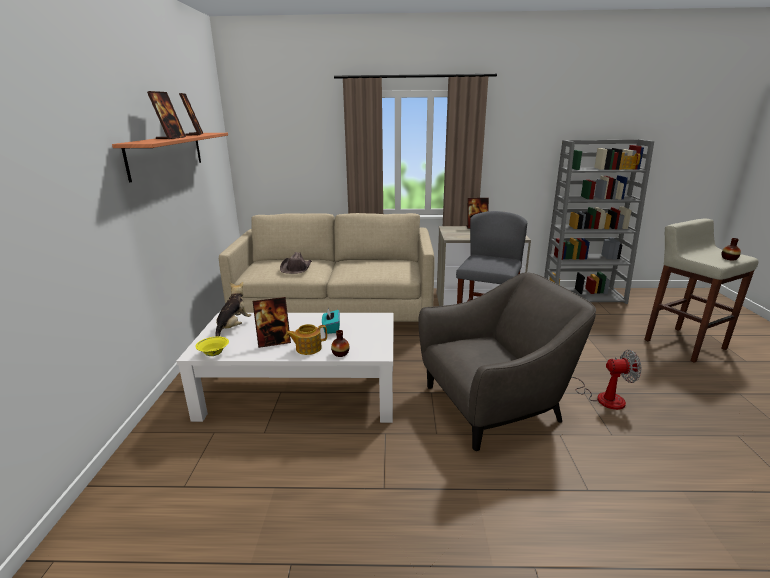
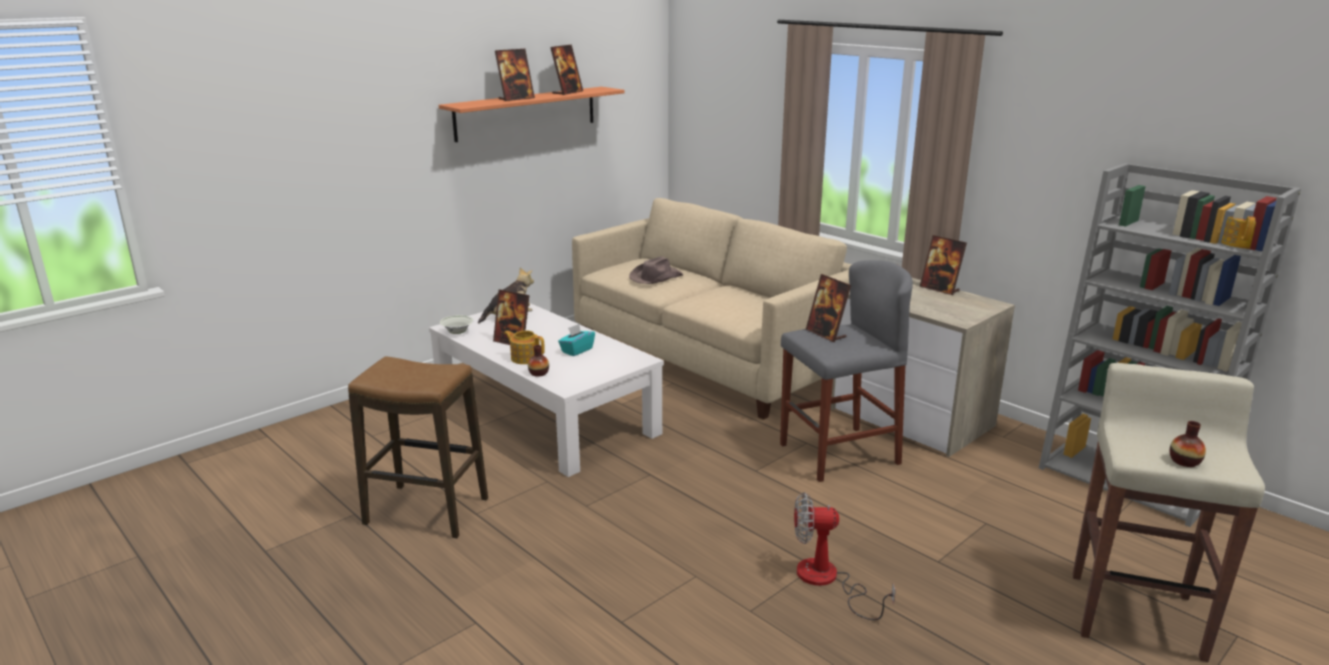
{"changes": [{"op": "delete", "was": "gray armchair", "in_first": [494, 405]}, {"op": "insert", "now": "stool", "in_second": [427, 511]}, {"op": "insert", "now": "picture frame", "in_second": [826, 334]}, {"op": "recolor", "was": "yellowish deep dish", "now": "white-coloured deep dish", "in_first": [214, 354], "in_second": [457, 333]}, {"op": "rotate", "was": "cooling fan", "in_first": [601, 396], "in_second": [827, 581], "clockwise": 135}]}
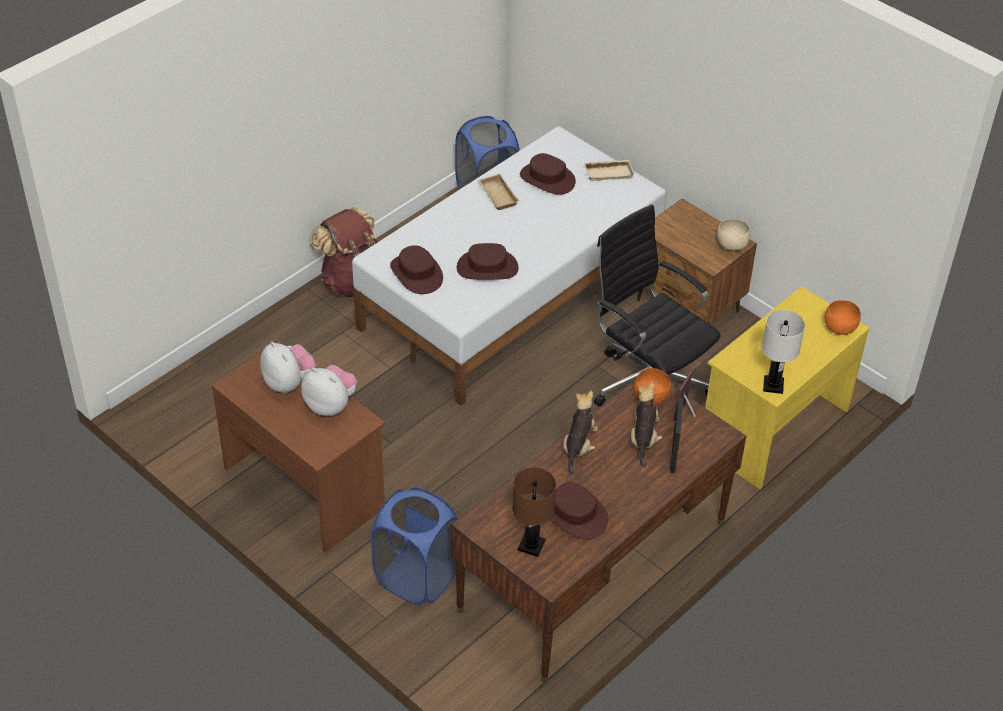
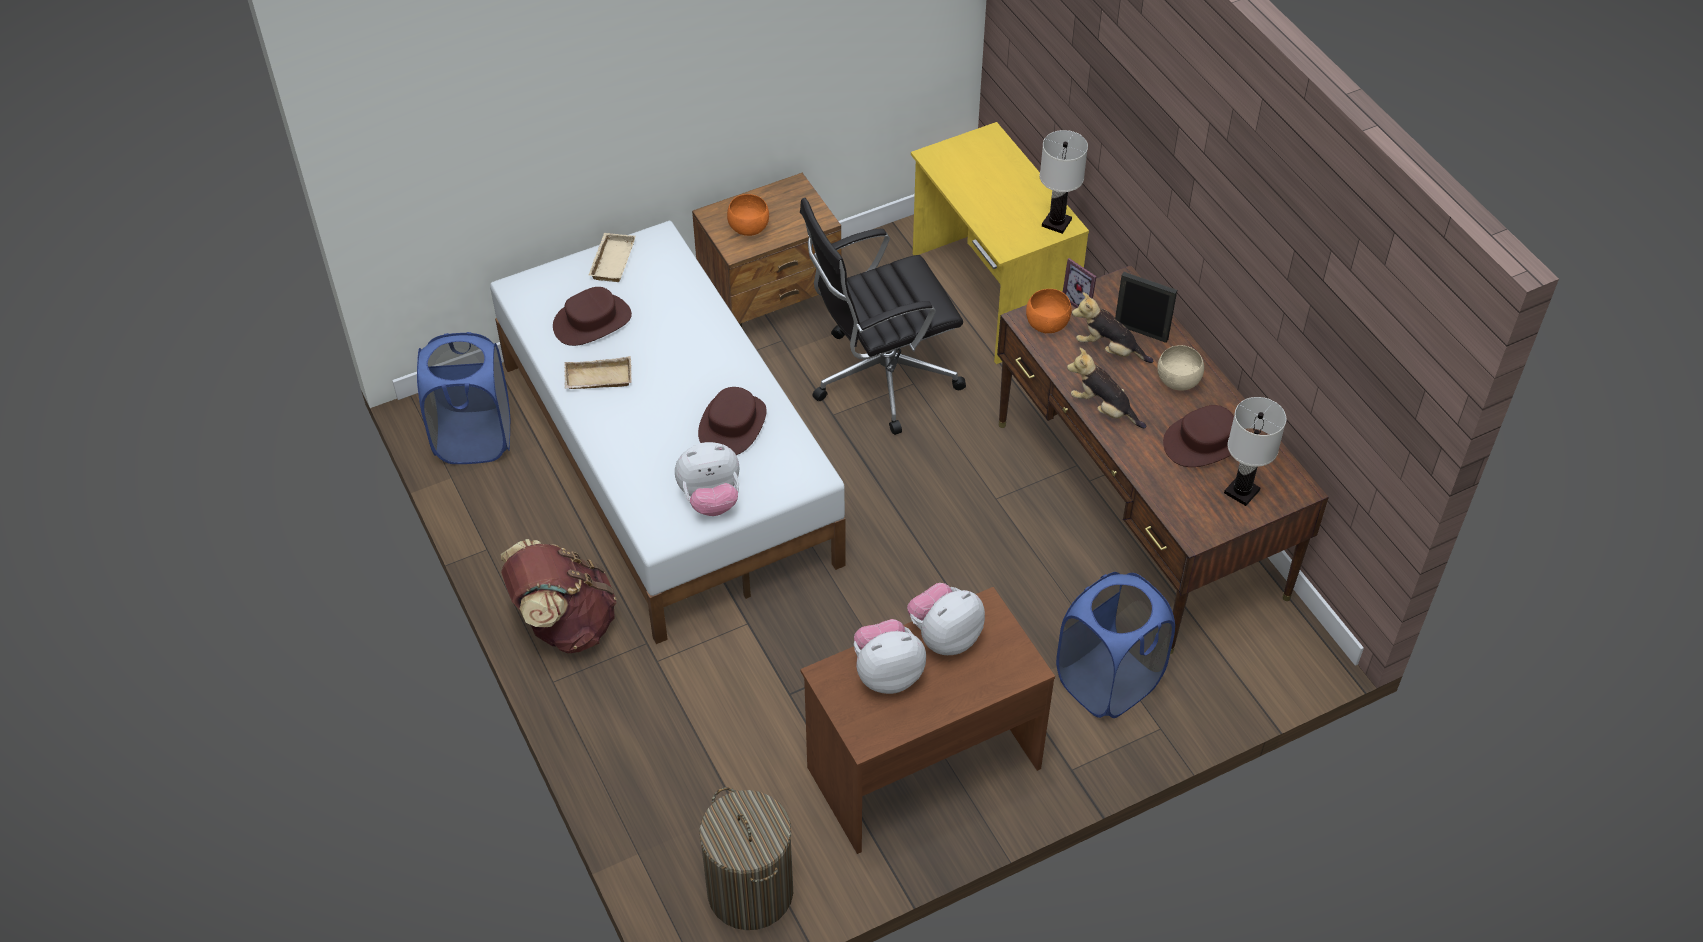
{"changes": [{"op": "insert", "now": "hamper", "in_second": [750, 891]}, {"op": "move", "was": "sand-coloured deep dish", "in_first": [731, 245], "in_second": [1177, 382]}, {"op": "move", "was": "orange deep dish", "in_first": [840, 328], "in_second": [748, 228]}, {"op": "replace", "was": "brown-coloured wearable hat", "now": "soft toy", "in_first": [417, 273], "in_second": [711, 499]}, {"op": "recolor", "was": "brown-coloured table lamp", "now": "white-coloured table lamp", "in_first": [531, 546], "in_second": [1242, 491]}]}
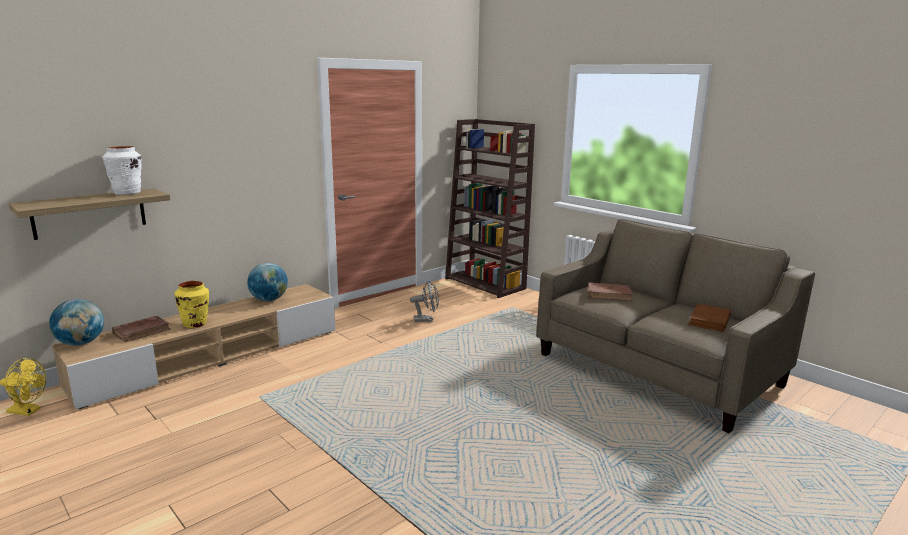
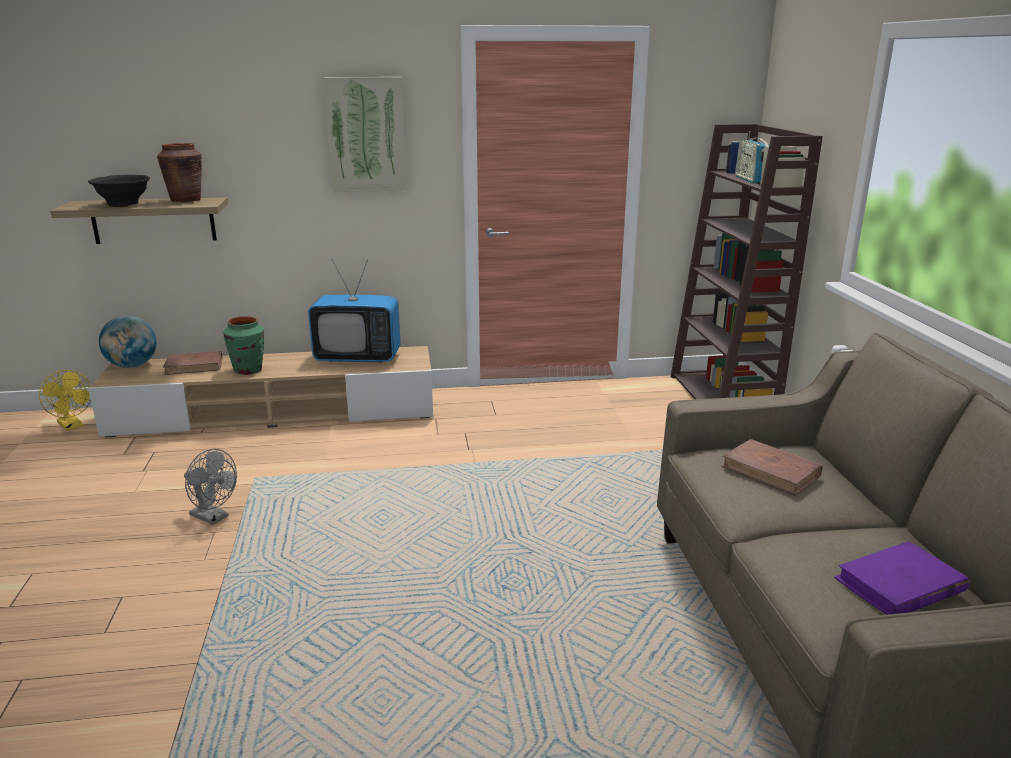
{"changes": [{"op": "insert", "now": "black deep dish", "in_second": [124, 204]}, {"op": "insert", "now": "wall art", "in_second": [366, 135]}, {"op": "insert", "now": "radio receiver", "in_second": [750, 179]}, {"op": "move", "was": "gray cooling fan", "in_first": [426, 320], "in_second": [214, 517]}, {"op": "replace", "was": "globe", "now": "TV set", "in_first": [269, 300], "in_second": [358, 358]}, {"op": "recolor", "was": "white-coloured decorative vase", "now": "brown-coloured decorative vase", "in_first": [127, 193], "in_second": [186, 200]}, {"op": "recolor", "was": "yellowish decorative vase", "now": "green decorative vase", "in_first": [195, 324], "in_second": [248, 370]}, {"op": "recolor", "was": "brown-coloured book", "now": "purple-coloured book", "in_first": [709, 321], "in_second": [899, 585]}]}
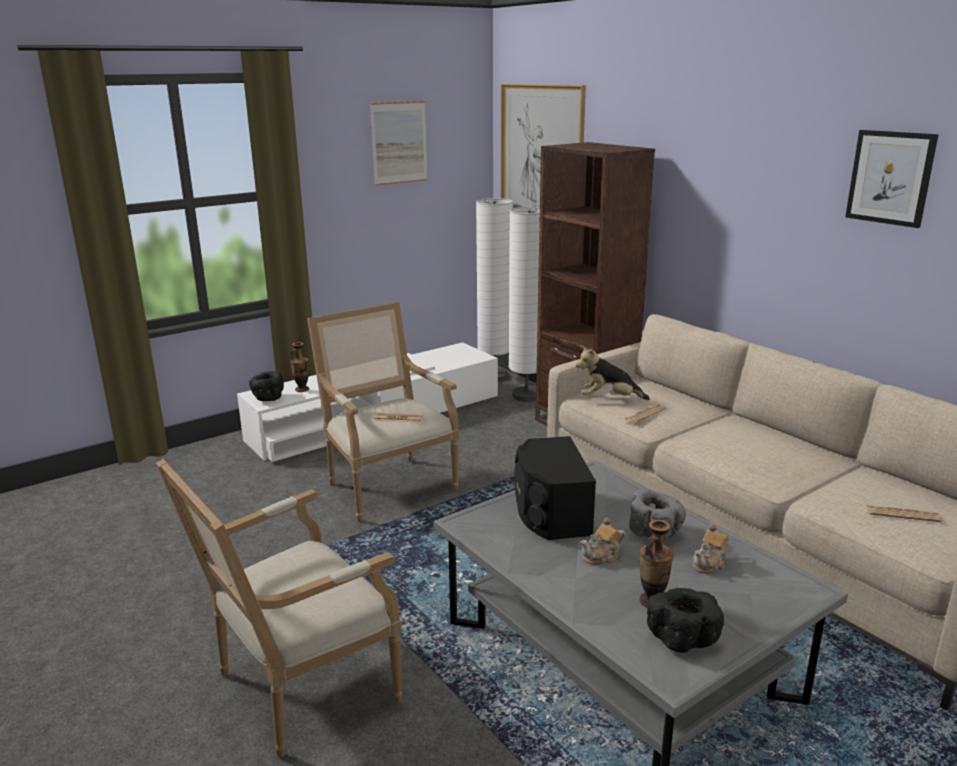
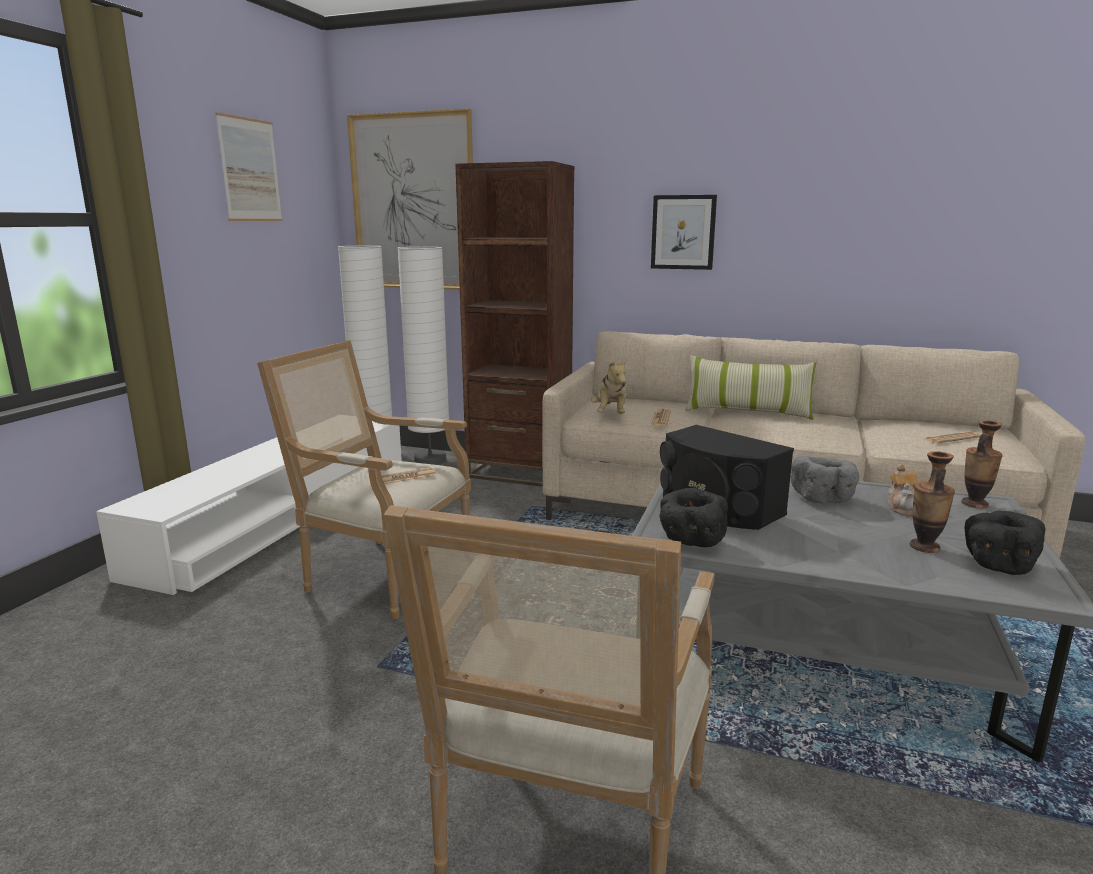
{"changes": [{"op": "delete", "was": "pot for tea", "in_first": [602, 556]}, {"op": "insert", "now": "cushion", "in_second": [747, 412]}, {"op": "move", "was": "black deep dish", "in_first": [267, 398], "in_second": [691, 541]}, {"op": "move", "was": "decorative vase", "in_first": [302, 389], "in_second": [974, 504]}, {"op": "move", "was": "wall art", "in_first": [890, 177], "in_second": [683, 232]}, {"op": "rotate", "was": "soft toy", "in_first": [609, 399], "in_second": [611, 414], "clockwise": -60}]}
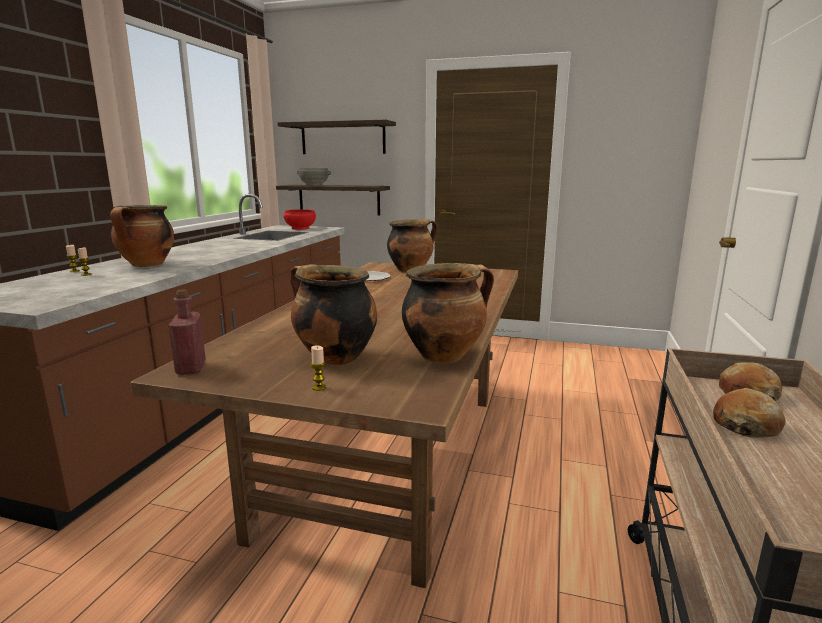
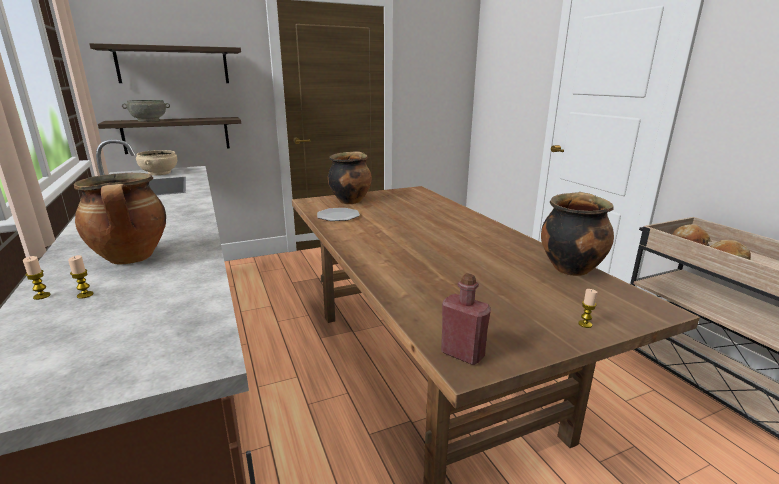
{"changes": [{"op": "delete", "was": "stockpot", "in_first": [333, 358]}, {"op": "recolor", "was": "red deep dish", "now": "sand-coloured deep dish", "in_first": [300, 228], "in_second": [159, 173]}]}
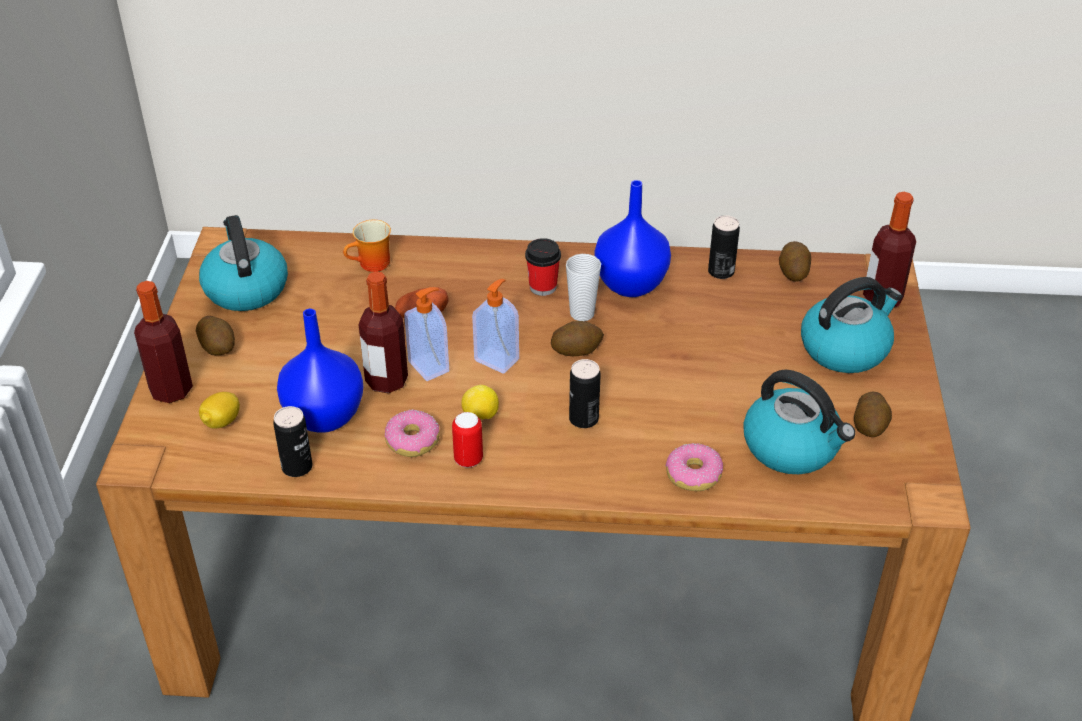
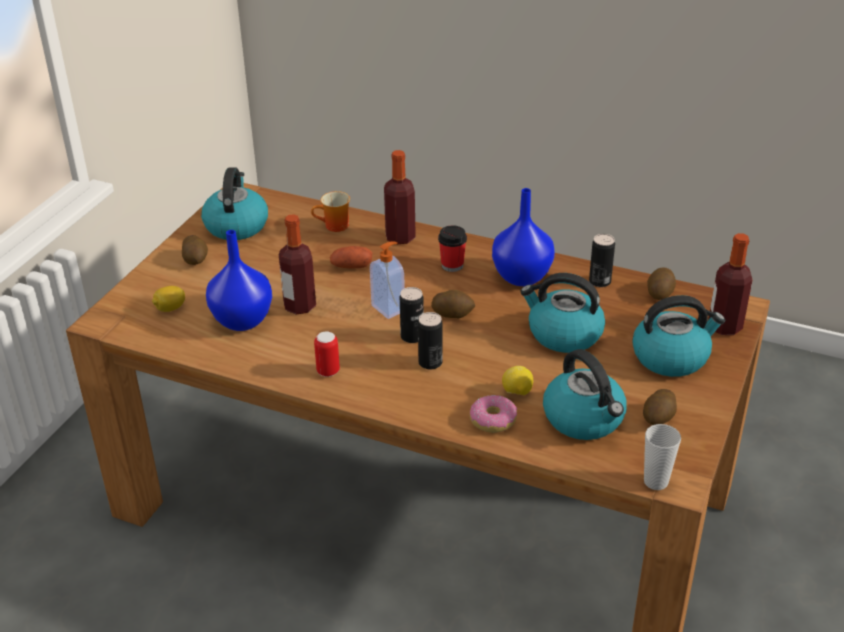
{"changes": [{"op": "delete", "was": "donut", "in_first": [412, 440]}, {"op": "delete", "was": "liquid soap bottle", "in_first": [430, 366]}, {"op": "insert", "now": "water kettle", "in_second": [563, 334]}, {"op": "move", "was": "drink bottle", "in_first": [171, 390], "in_second": [400, 237]}, {"op": "move", "was": "sealed can", "in_first": [297, 467], "in_second": [412, 337]}, {"op": "move", "was": "lemon", "in_first": [480, 416], "in_second": [517, 392]}, {"op": "move", "was": "small cup", "in_first": [582, 313], "in_second": [656, 481]}]}
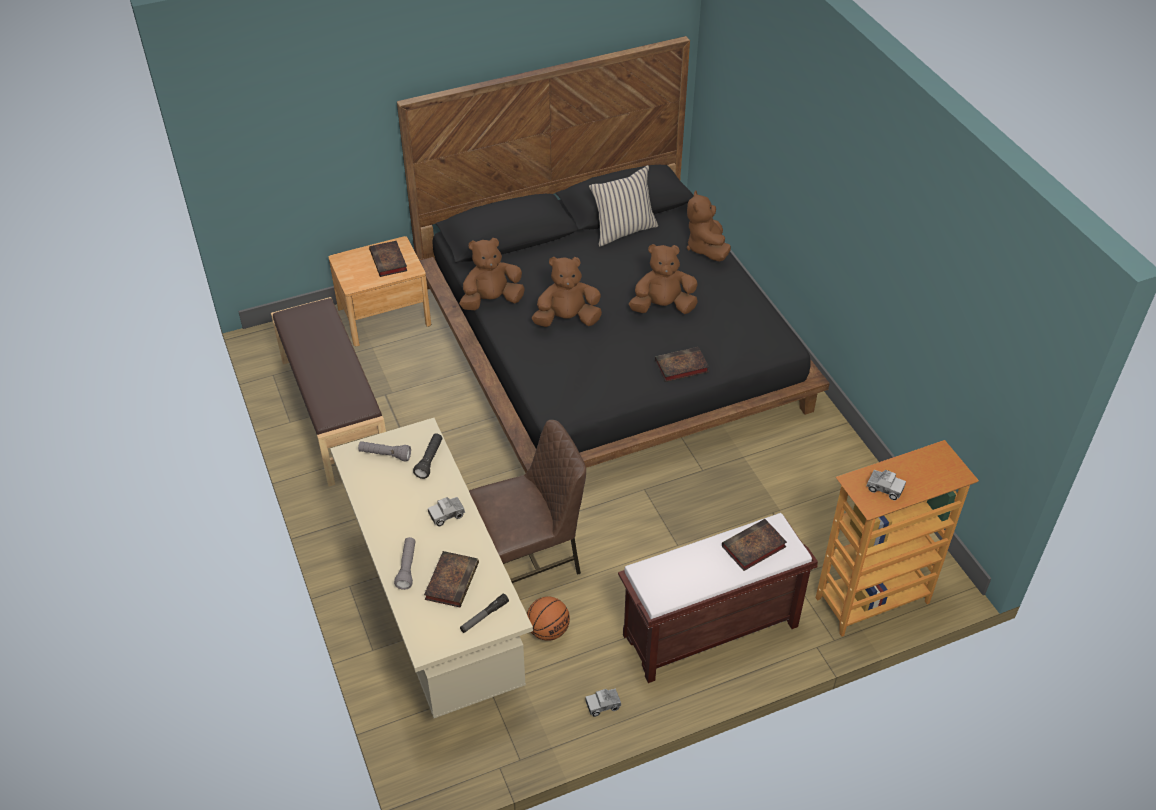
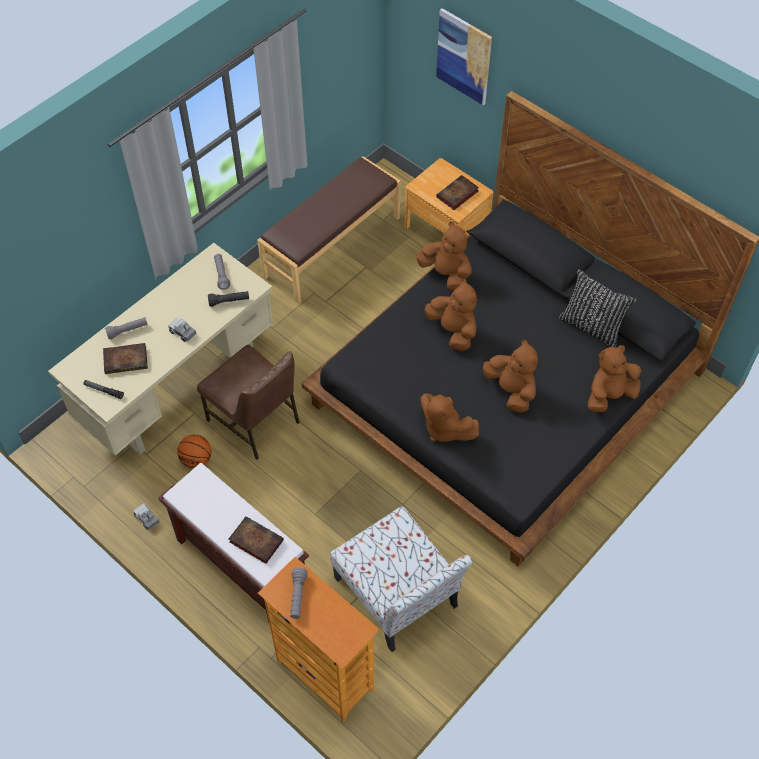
{"changes": [{"op": "insert", "now": "chair", "in_second": [398, 594]}, {"op": "insert", "now": "wall art", "in_second": [464, 56]}, {"op": "replace", "was": "book", "now": "brown-coloured soft toy", "in_first": [680, 367], "in_second": [444, 428]}, {"op": "replace", "was": "toy truck", "now": "gray flashlight", "in_first": [884, 488], "in_second": [298, 596]}, {"op": "recolor", "was": "sand-coloured cushion", "now": "black cushion", "in_first": [623, 230], "in_second": [591, 326]}]}
